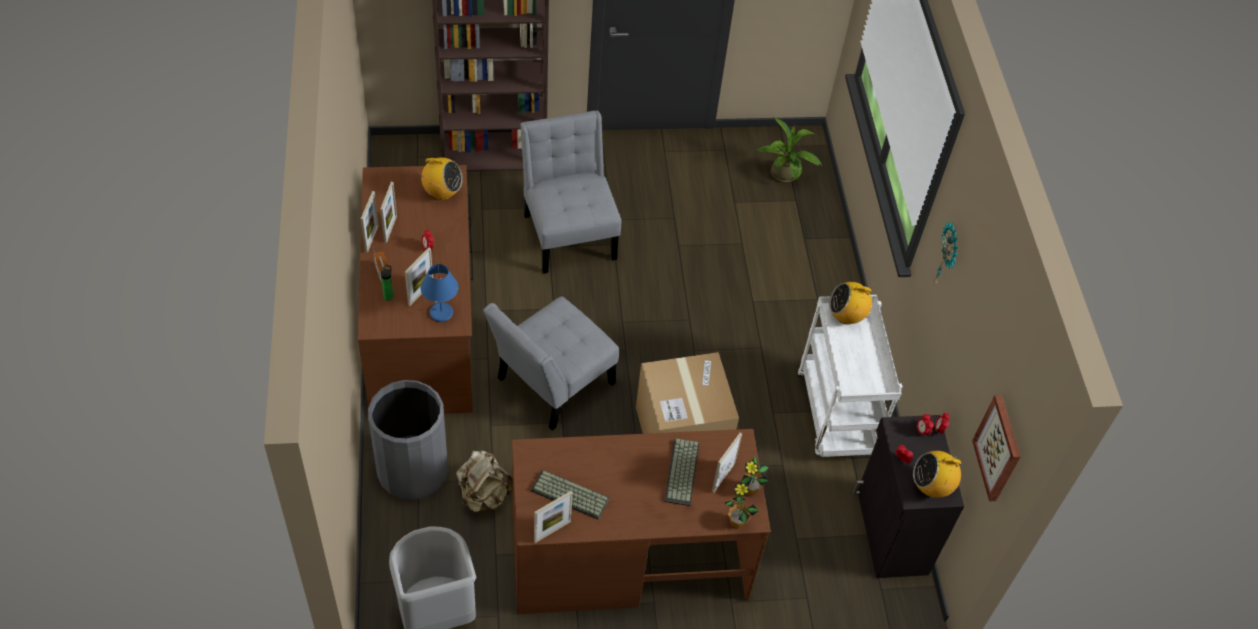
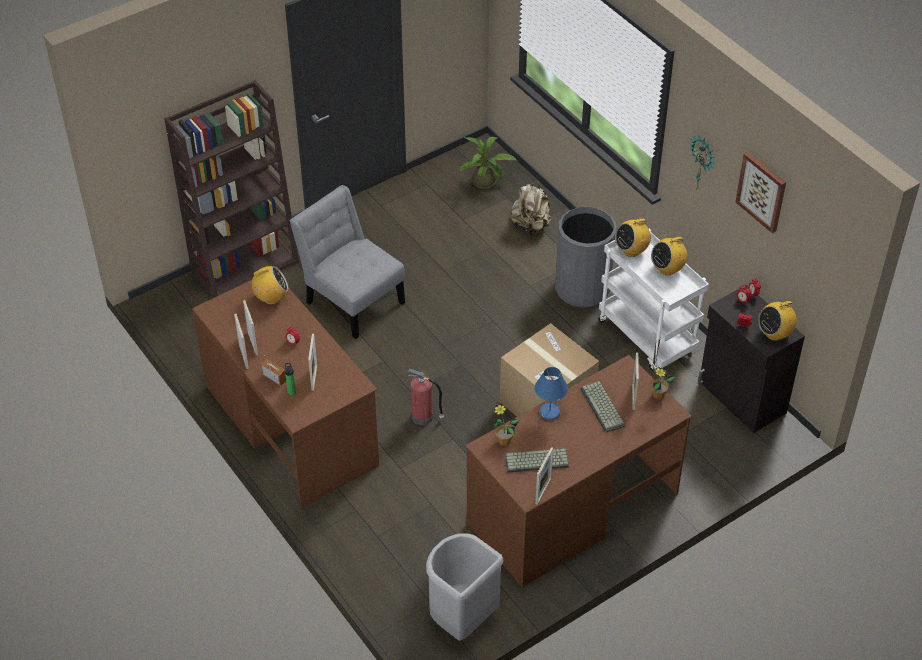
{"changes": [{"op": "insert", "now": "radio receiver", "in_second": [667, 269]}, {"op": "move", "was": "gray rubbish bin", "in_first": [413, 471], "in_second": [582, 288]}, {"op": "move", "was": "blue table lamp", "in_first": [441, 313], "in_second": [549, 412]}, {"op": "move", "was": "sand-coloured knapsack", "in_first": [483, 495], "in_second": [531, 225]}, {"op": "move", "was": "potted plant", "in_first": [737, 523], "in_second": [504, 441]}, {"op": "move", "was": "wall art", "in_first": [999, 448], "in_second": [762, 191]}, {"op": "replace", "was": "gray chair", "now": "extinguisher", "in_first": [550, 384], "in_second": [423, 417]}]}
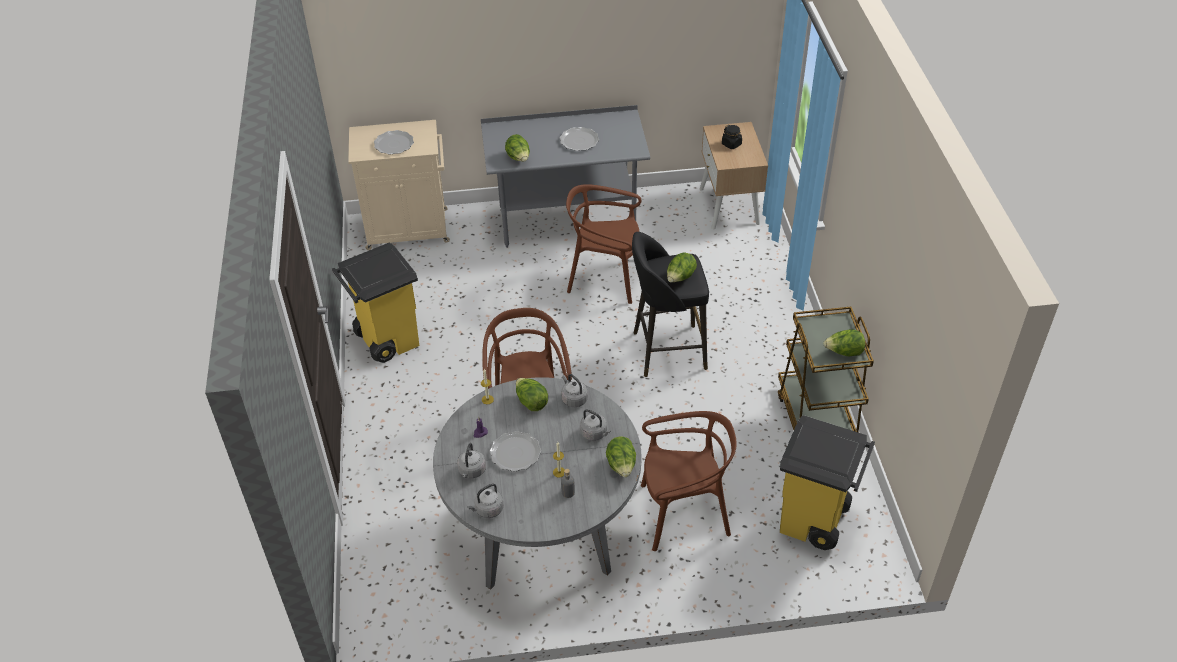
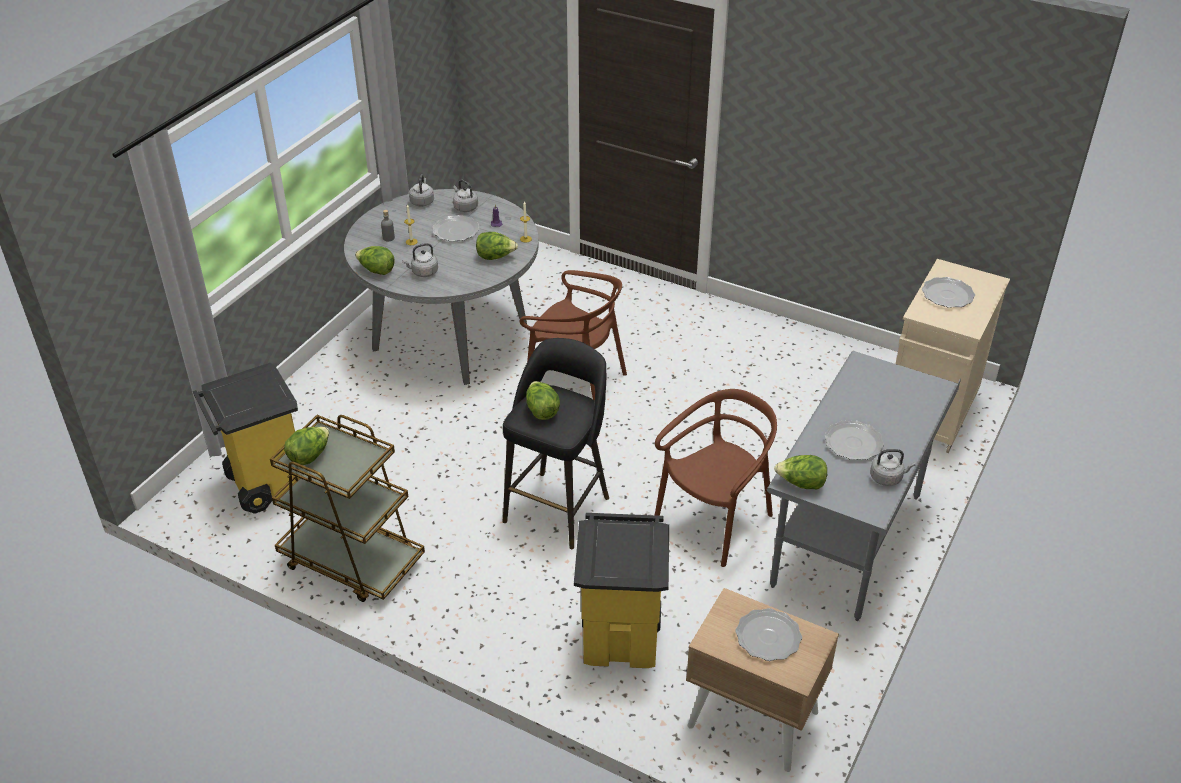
{"changes": [{"op": "delete", "was": "brown-coloured chair", "in_first": [683, 513]}, {"op": "move", "was": "yellowish rubbish bin", "in_first": [387, 340], "in_second": [622, 639]}, {"op": "move", "was": "lettuce", "in_first": [519, 158], "in_second": [801, 484]}, {"op": "move", "was": "gray water kettle", "in_first": [573, 399], "in_second": [887, 478]}, {"op": "replace", "was": "black jar", "now": "dinner plate", "in_first": [731, 144], "in_second": [768, 636]}]}
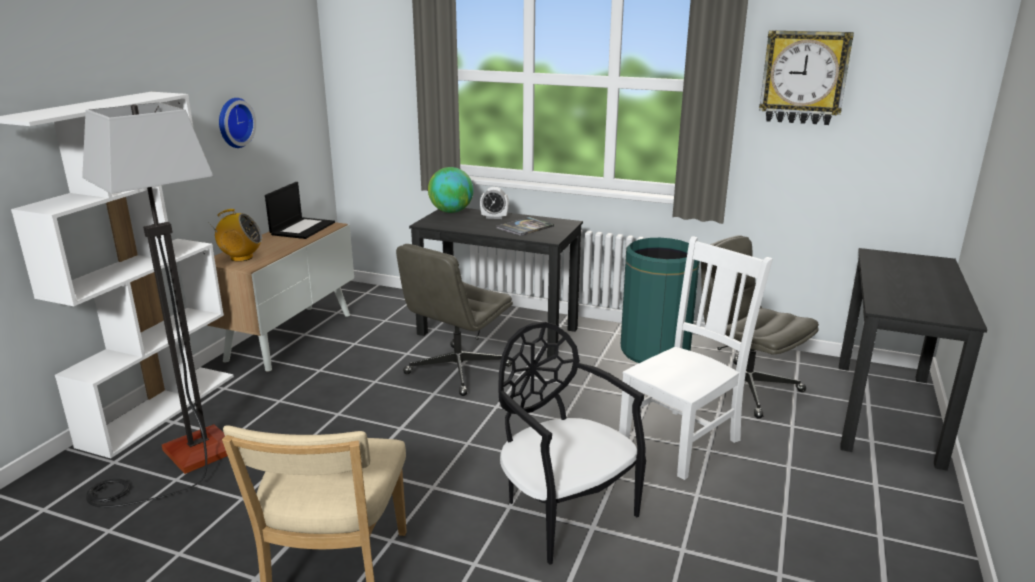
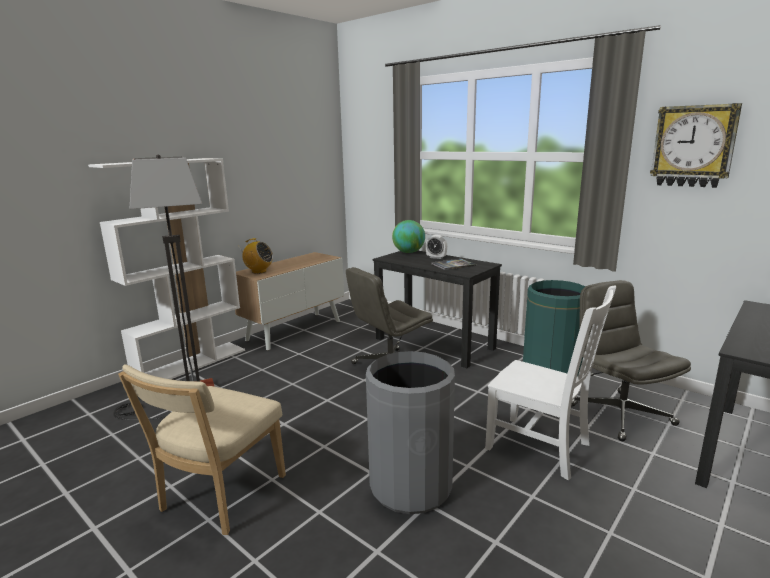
{"changes": [{"op": "delete", "was": "wall clock", "in_first": [233, 122]}, {"op": "delete", "was": "laptop", "in_first": [302, 228]}, {"op": "replace", "was": "black chair", "now": "gray rubbish bin", "in_first": [564, 512], "in_second": [411, 486]}, {"op": "rotate", "was": "white-coloured chair", "in_first": [682, 440], "in_second": [541, 447], "clockwise": 60}]}
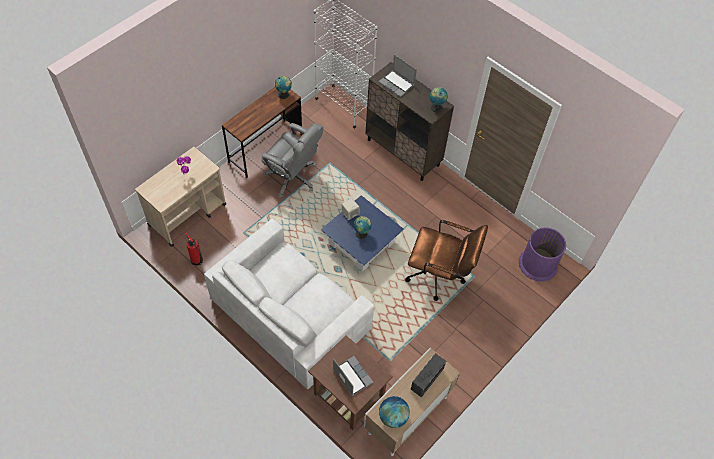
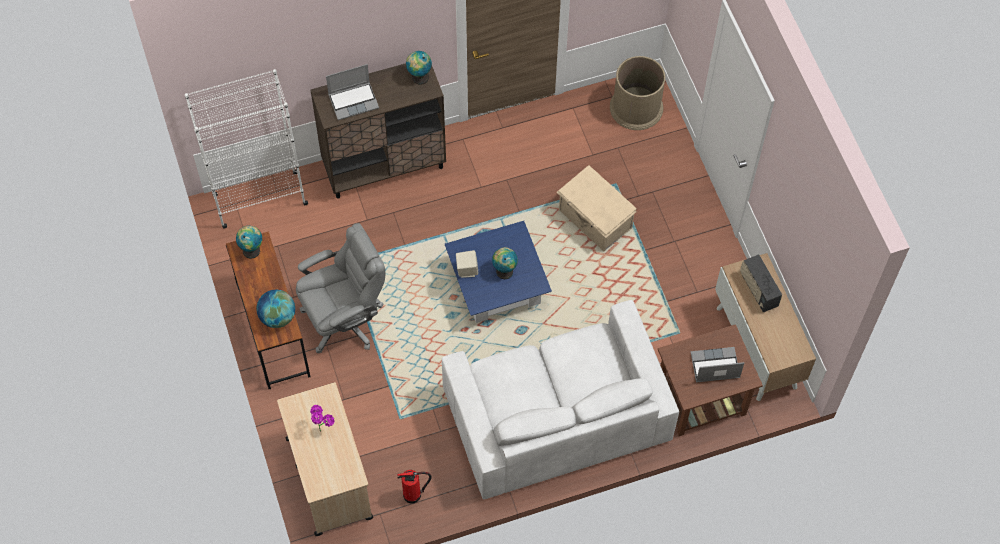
{"changes": [{"op": "move", "was": "globe", "in_first": [393, 417], "in_second": [278, 317]}, {"op": "replace", "was": "brown-coloured desk chair", "now": "sand-coloured storage container", "in_first": [440, 276], "in_second": [594, 220]}, {"op": "recolor", "was": "purple-coloured rubbish bin", "now": "brown-coloured rubbish bin", "in_first": [538, 264], "in_second": [636, 107]}]}
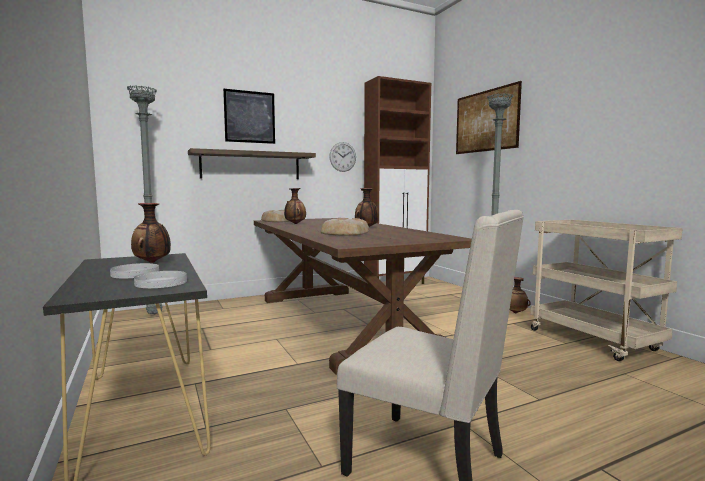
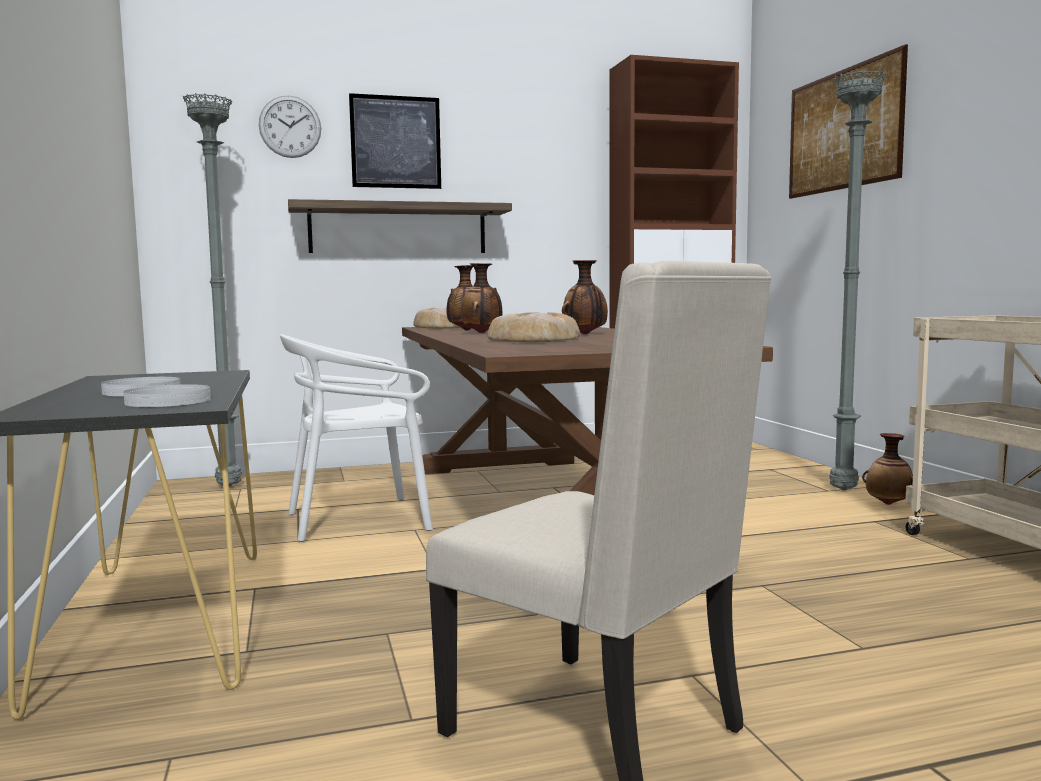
{"changes": [{"op": "insert", "now": "white-coloured chair", "in_second": [359, 520]}, {"op": "move", "was": "decorative vase", "in_first": [152, 262], "in_second": [482, 333]}, {"op": "move", "was": "wall clock", "in_first": [342, 157], "in_second": [290, 126]}]}
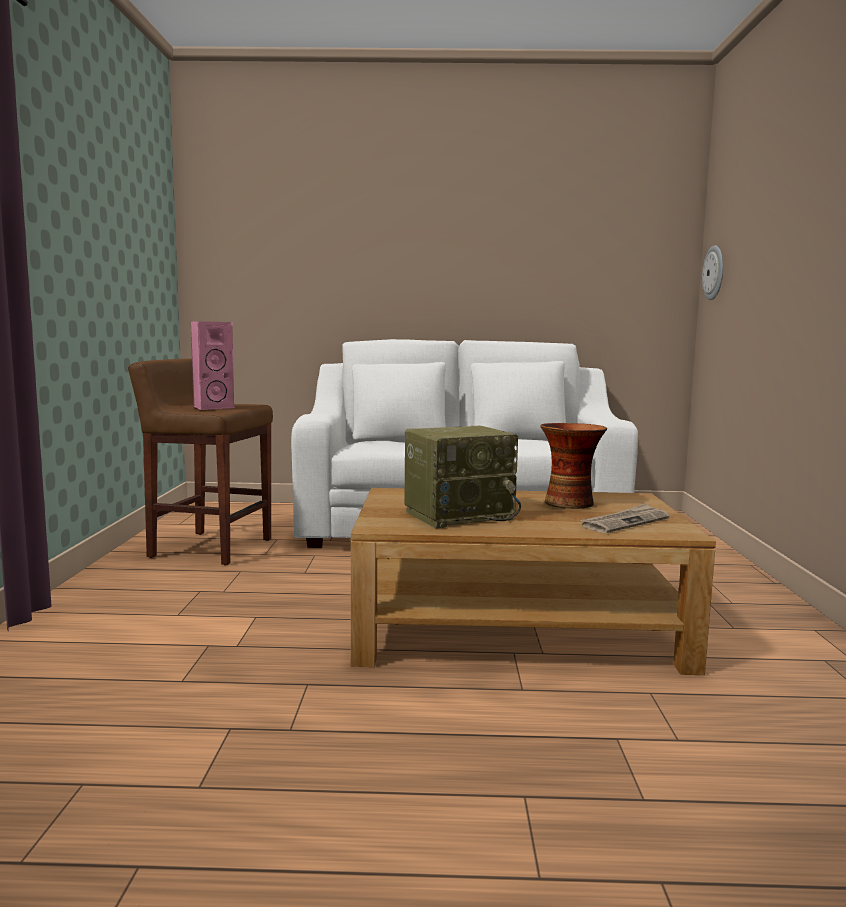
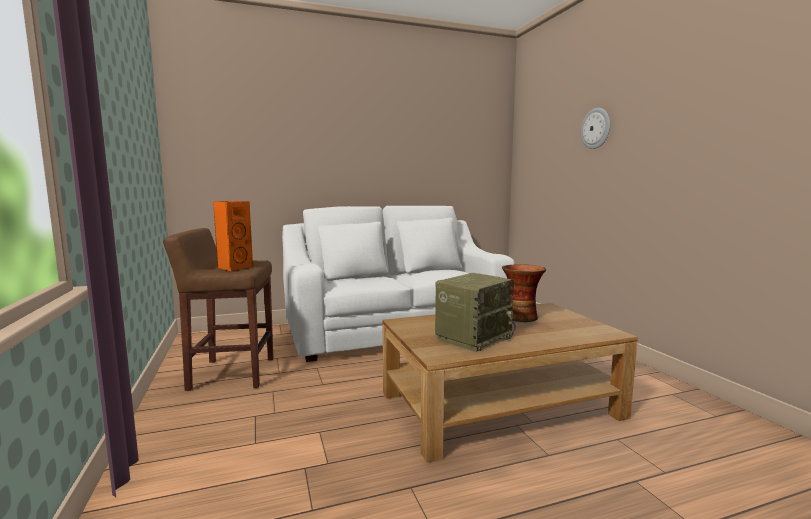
{"changes": [{"op": "delete", "was": "daily paper", "in_first": [625, 522]}, {"op": "move", "was": "wall clock", "in_first": [714, 273], "in_second": [596, 128]}, {"op": "recolor", "was": "pink-coloured loudspeaker", "now": "orange loudspeaker", "in_first": [211, 407], "in_second": [234, 267]}]}
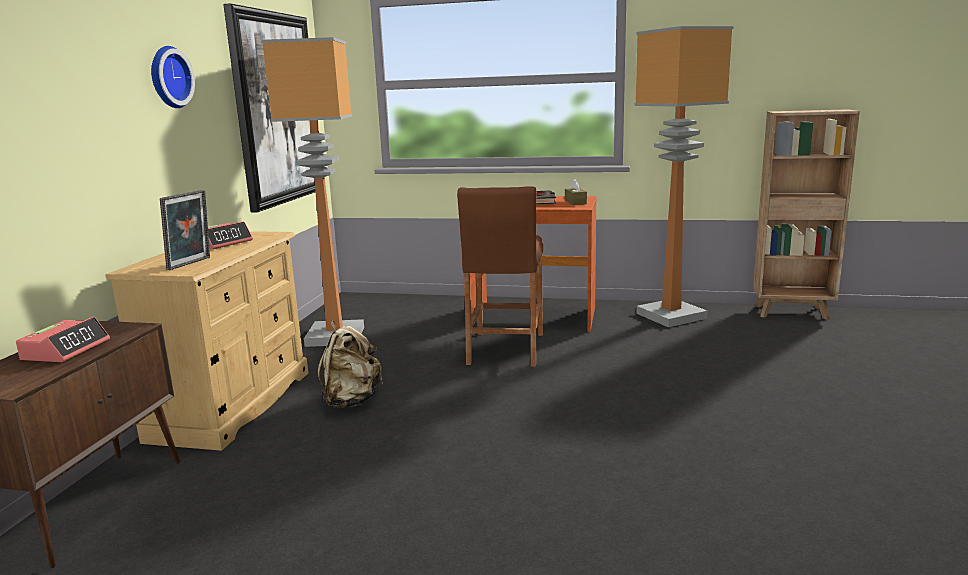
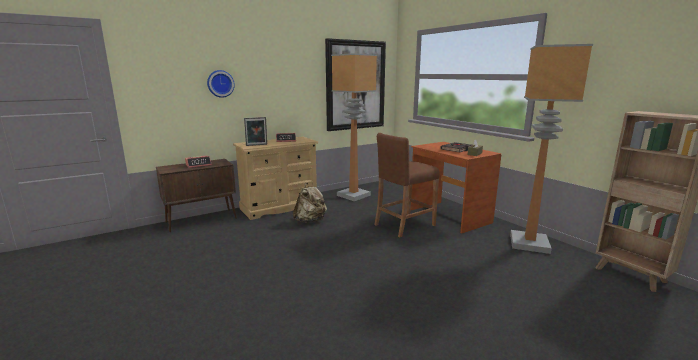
{"changes": [{"op": "move", "was": "wall clock", "in_first": [168, 77], "in_second": [220, 83]}]}
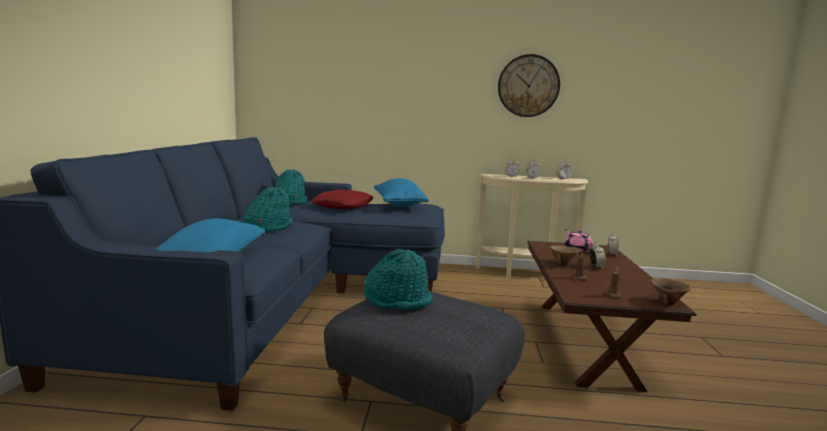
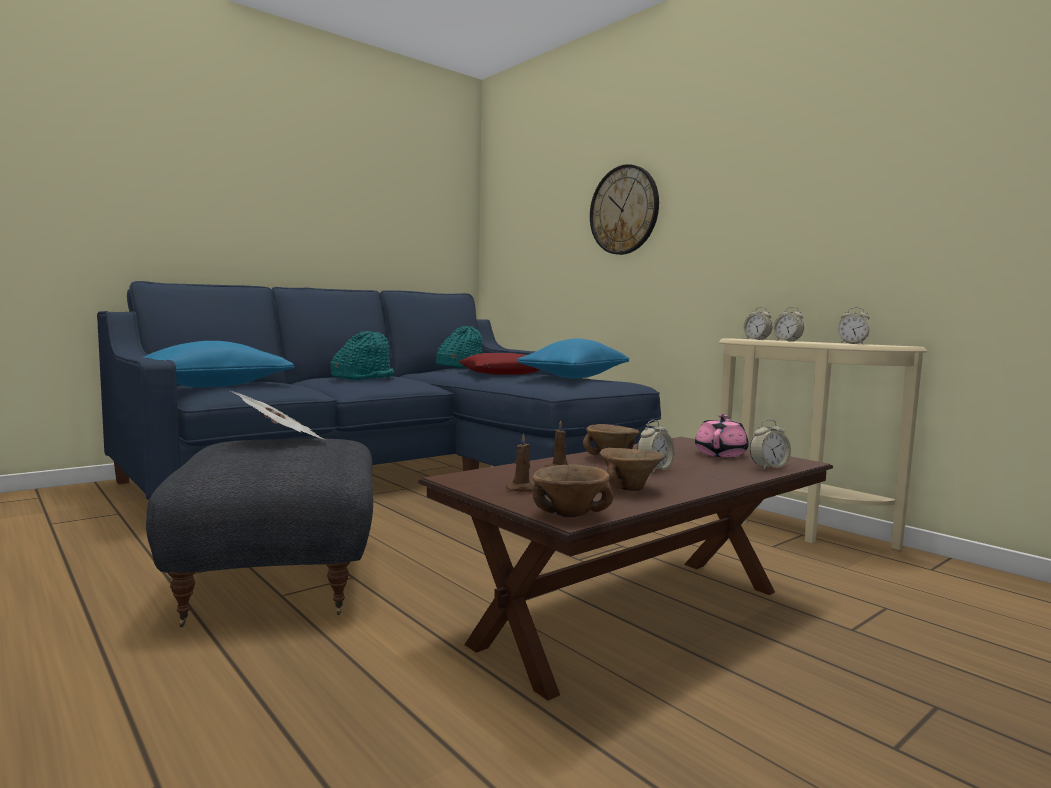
{"changes": [{"op": "insert", "now": "brown-coloured deep dish", "in_second": [630, 489]}, {"op": "move", "was": "wall clock", "in_first": [528, 86], "in_second": [624, 210]}, {"op": "replace", "was": "turquoise wearable hat", "now": "daily paper", "in_first": [398, 300], "in_second": [281, 440]}]}
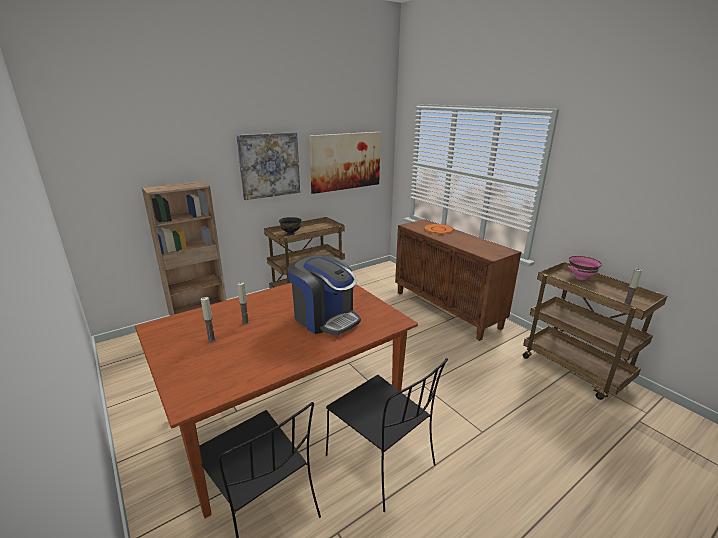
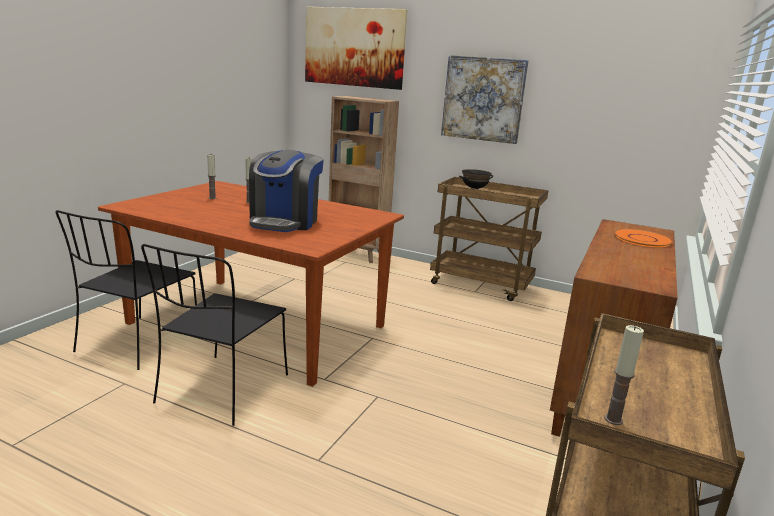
{"changes": [{"op": "delete", "was": "pink-coloured deep dish", "in_first": [580, 278]}, {"op": "move", "was": "wall art", "in_first": [346, 161], "in_second": [354, 47]}]}
